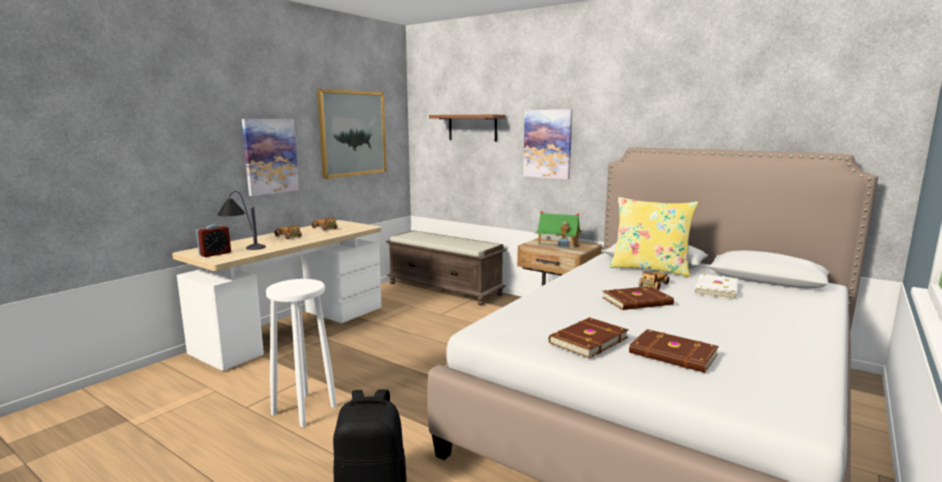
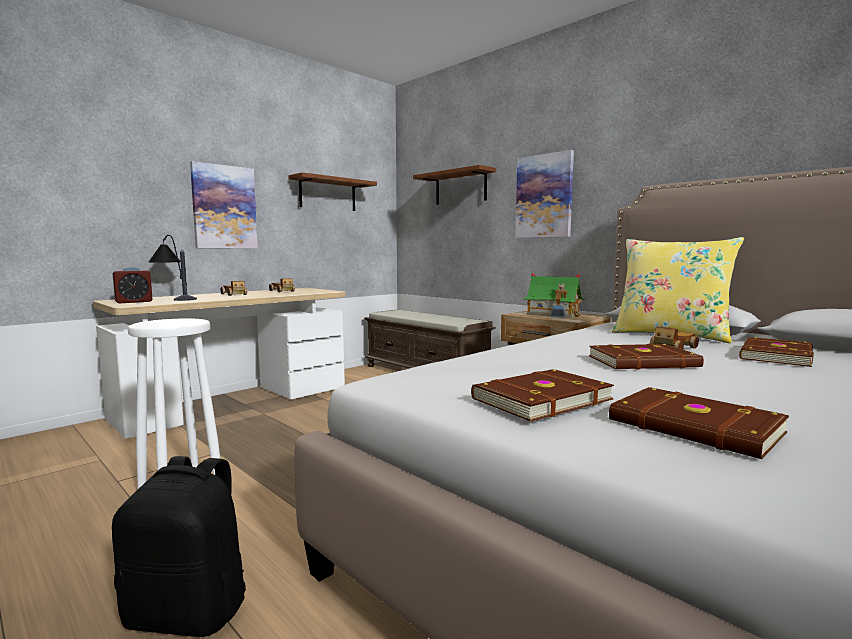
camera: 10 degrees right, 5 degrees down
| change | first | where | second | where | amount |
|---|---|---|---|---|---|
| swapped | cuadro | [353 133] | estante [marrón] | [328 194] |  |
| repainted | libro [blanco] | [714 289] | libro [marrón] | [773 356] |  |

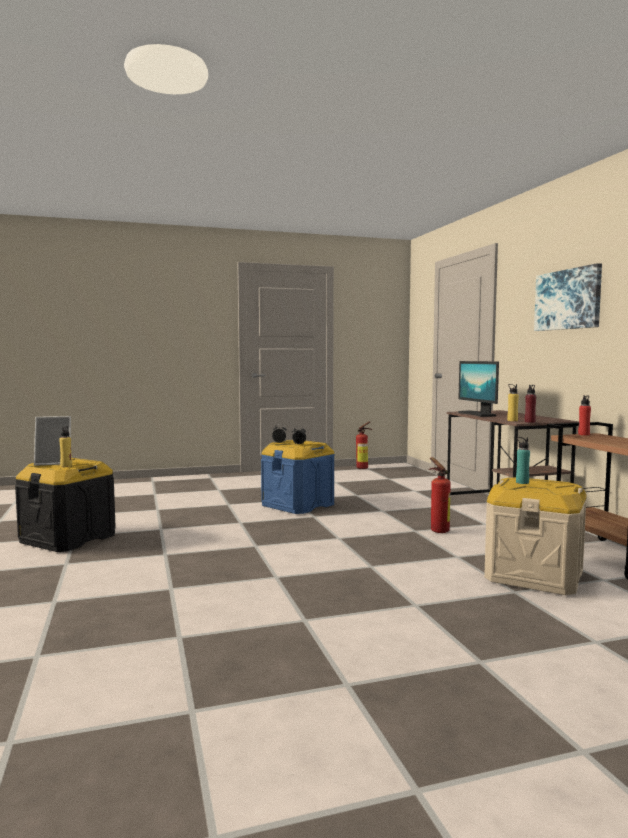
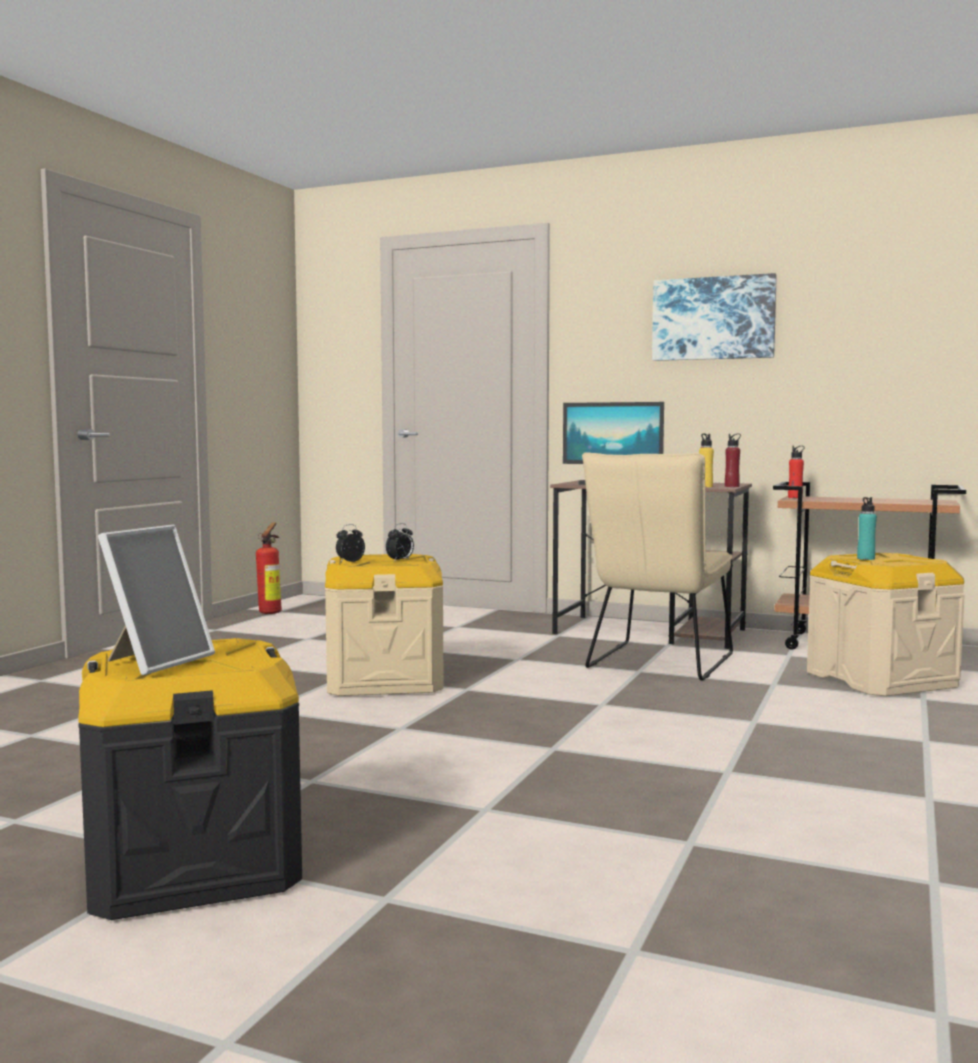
camera: 50 degrees left, 0 degrees up
| change | first | where | second | where | amount |
|---|---|---|---|---|---|
| repainted | caja de almacenaje [azul] | [298 505] | caja de almacenaje [beis] | [384 681] |  |
| swapped | extintor | [438 530] | silla [beis] | [657 664] |  |
| gone | botella [amarillo] | [66 466] |  |  |  |

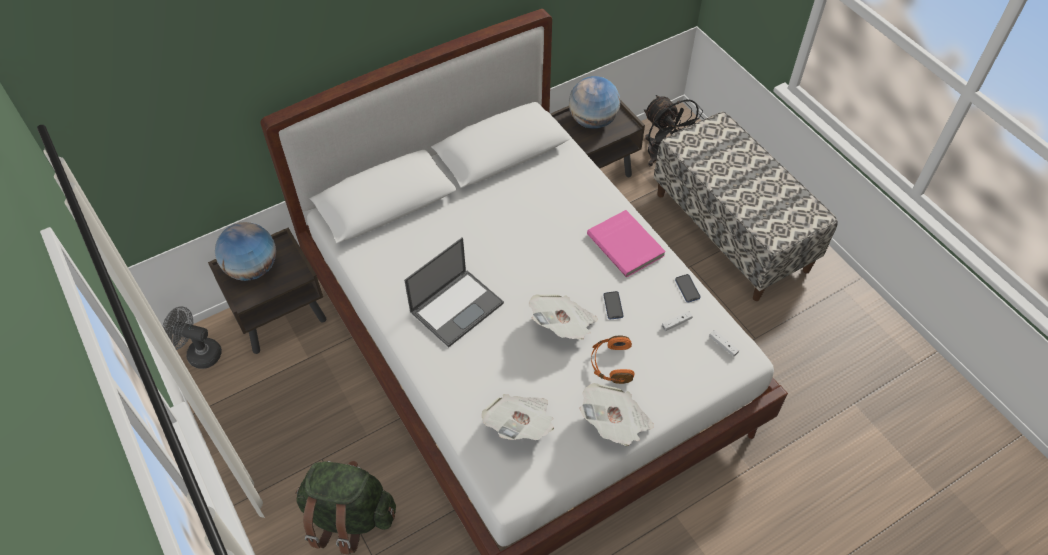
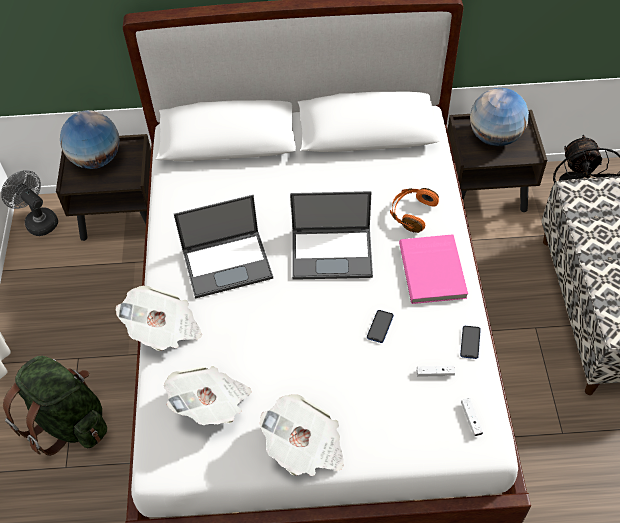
camera: 30 degrees right, 0 degrees up
| change | first | where | second | where | amount |
|---|---|---|---|---|---|
| shifted | periódico | [563 325] |  | [164 329] |  |
| new |  |  | portátil | [333 253] |  |
| shifted | auriculares [naranja] | [611 364] |  | [412 213] |  |

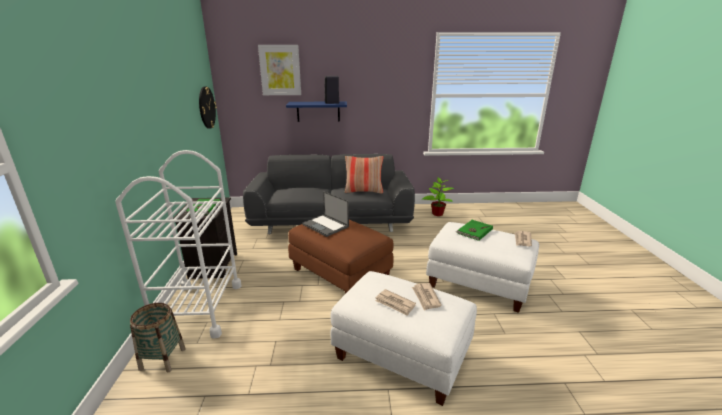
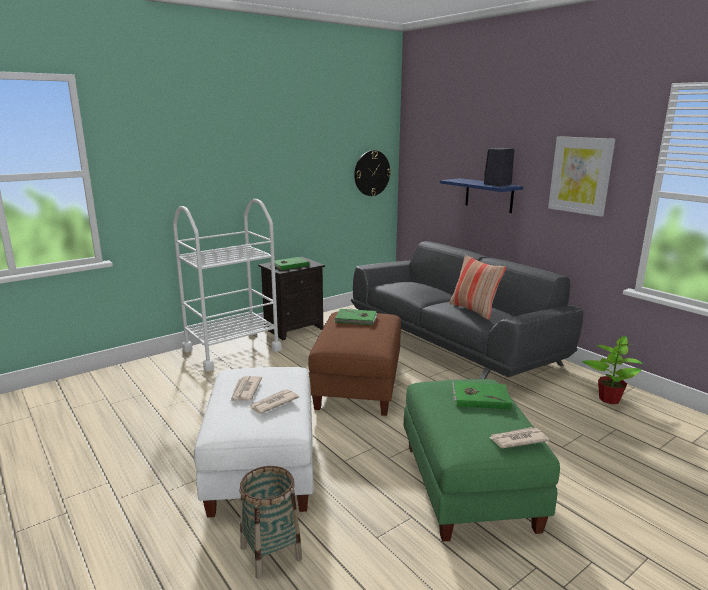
camera: 55 degrees right, 5 degrees down
| change | first | where | second | where | amount |
|---|---|---|---|---|---|
| shifted | cesta | [163 359] |  | [271 553] |  |
| swapped | portátil | [326 225] | libro [verde] | [356 319] |  |
| repainted | puf [blanco] | [479 283] | puf [verde] | [470 486] |  |
| shifted | cuadro | [280 70] |  | [580 175] |  |

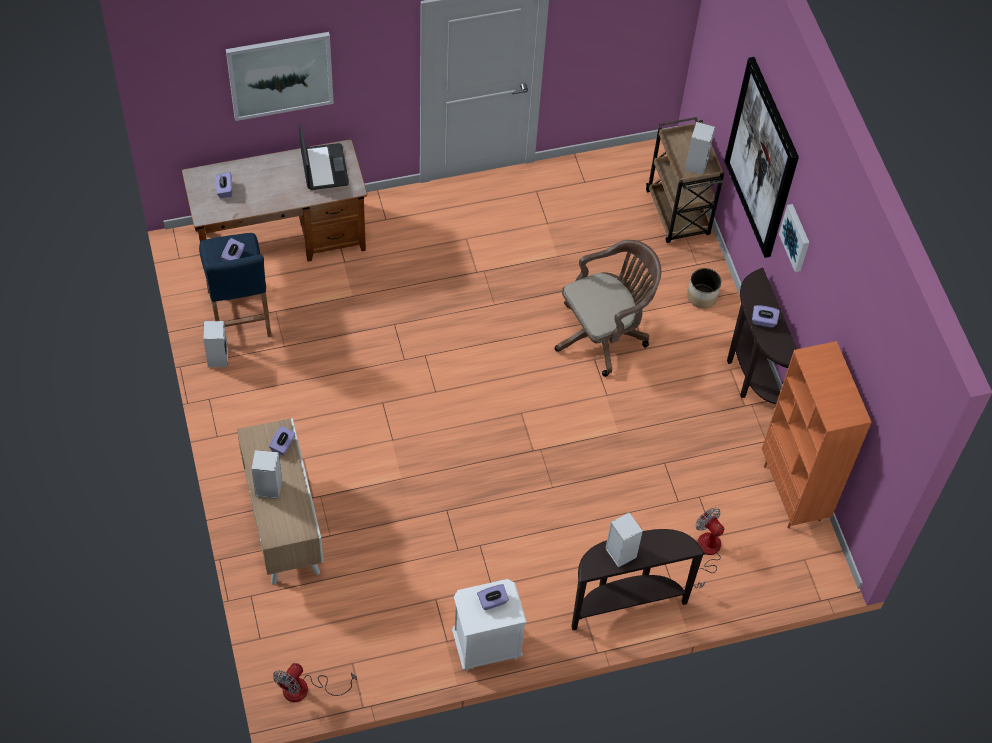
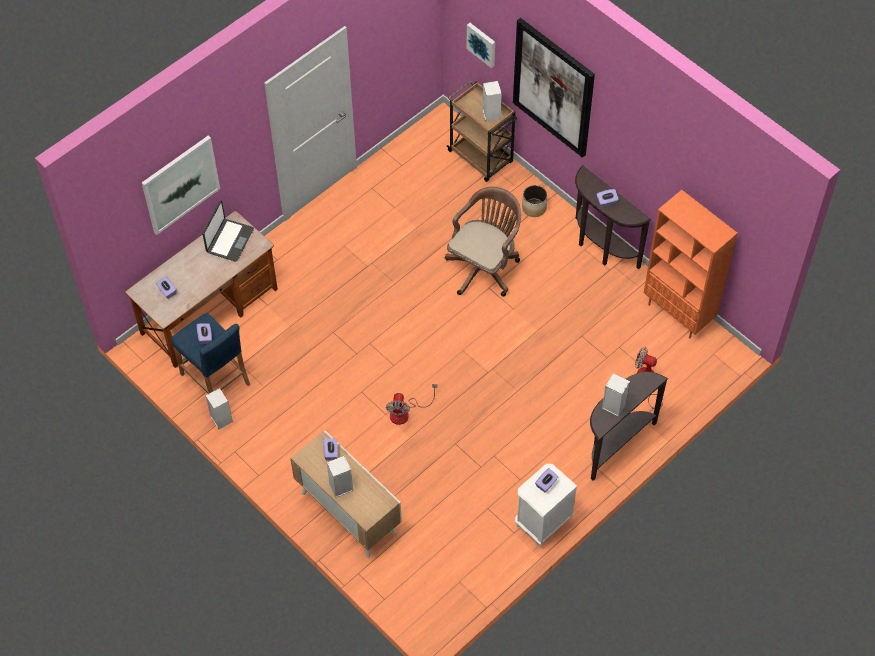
camera: 25 degrees left, 0 degrees up
| change | first | where | second | where | amount |
|---|---|---|---|---|---|
| rotated | portátil | [323 168] |  | [229 240] | 60 degrees clockwise |
| shifted | ventilador | [305 689] |  | [405 412] |  |
| shifted | cuadro | [796 237] |  | [482 44] |  |

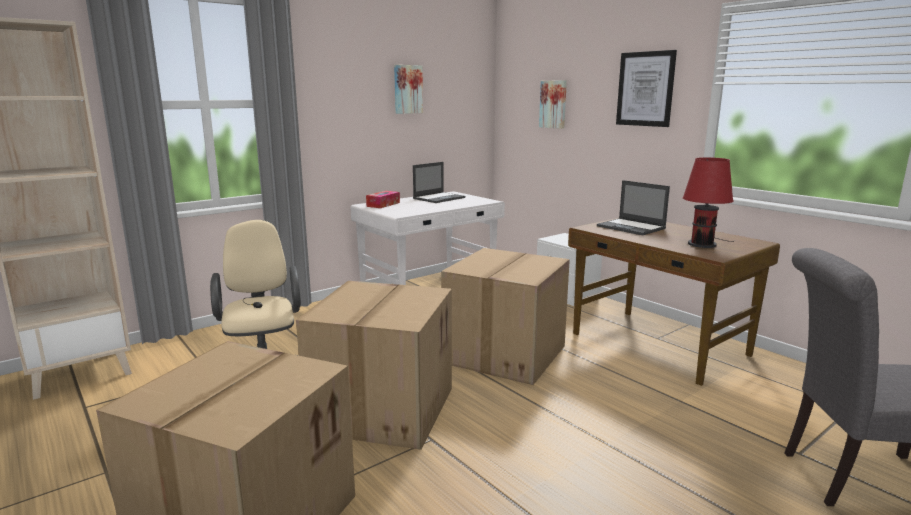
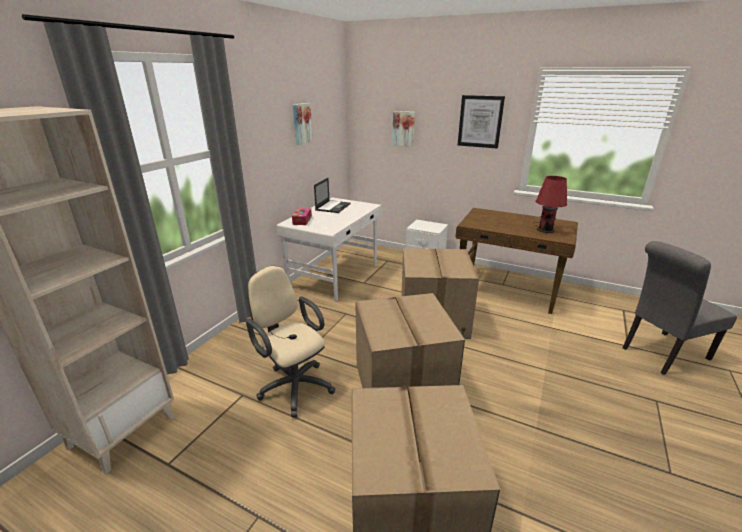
camera: 25 degrees left, 10 degrees up
| change | first | where | second | where | amount |
|---|---|---|---|---|---|
| gone | portátil | [631 227] |  |  |  |

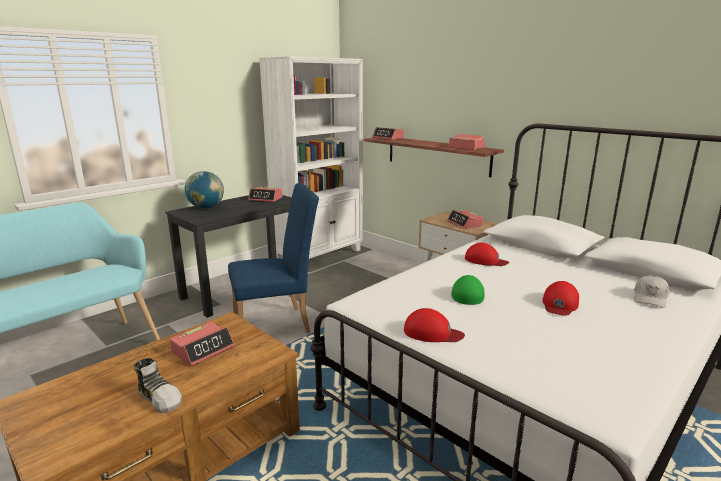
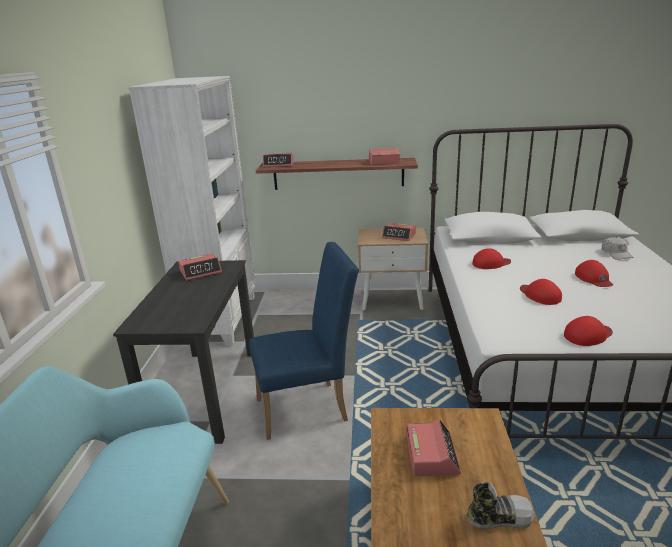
camera: 40 degrees left, 5 degrees up
| change | first | where | second | where | amount |
|---|---|---|---|---|---|
| rotated | silla [azul] | [277 324] |  | [309 408] | 45 degrees clockwise |
| repainted | gorra [verde] | [467 294] | gorra [rojo] | [540 295] |  |
| gone | globo terráqueo | [206 207] |  |  |  |

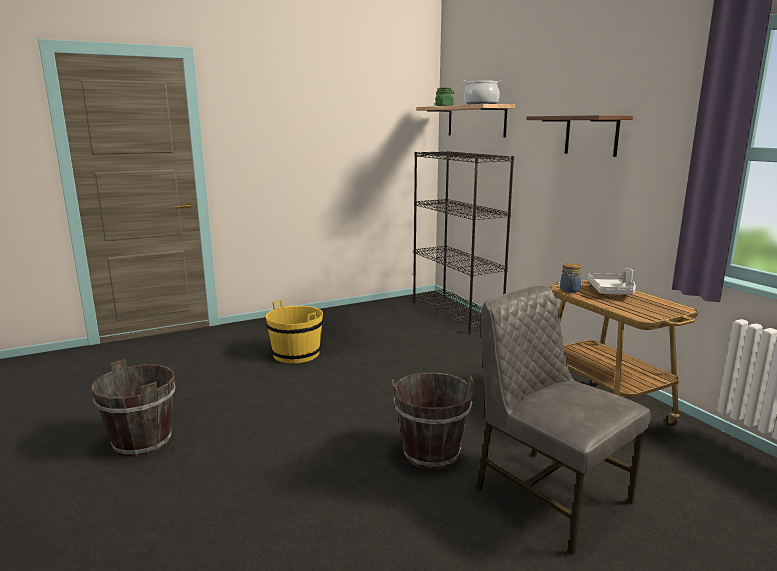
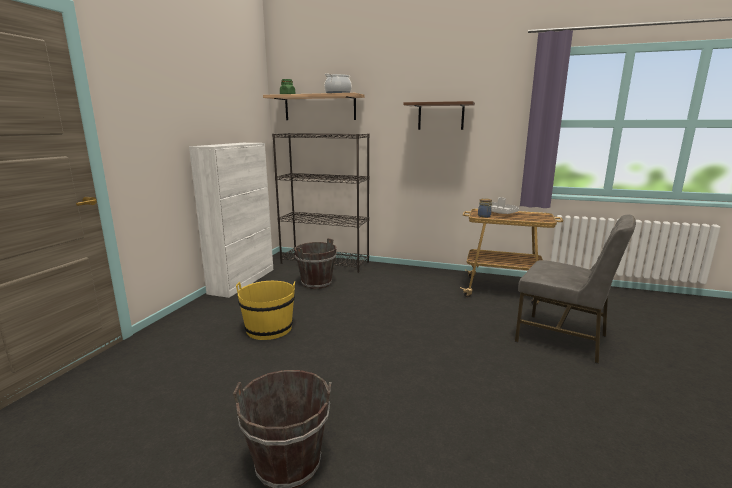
camera: 45 degrees left, 0 degrees up
| change | first | where | second | where | amount |
|---|---|---|---|---|---|
| new |  |  | armario [blanco] | [243 281] |  |
| shifted | cubo [marrón] | [431 453] |  | [317 283] |  |
| rotated | silla [gris] | [549 495] |  | [563 338] | 150 degrees counterclockwise |

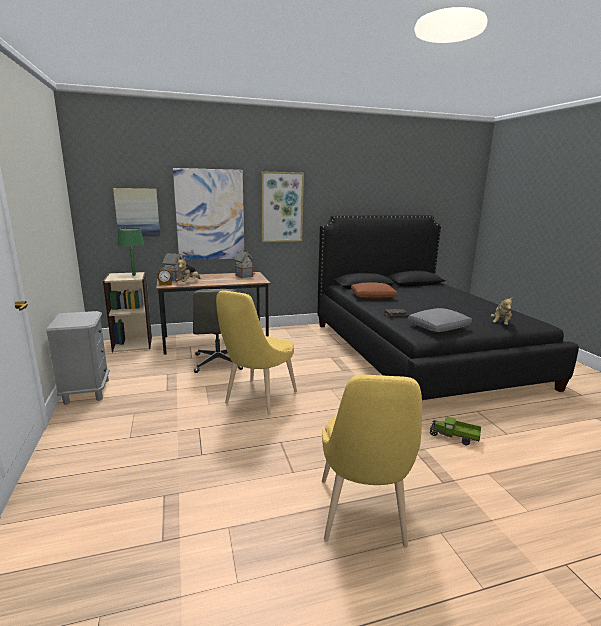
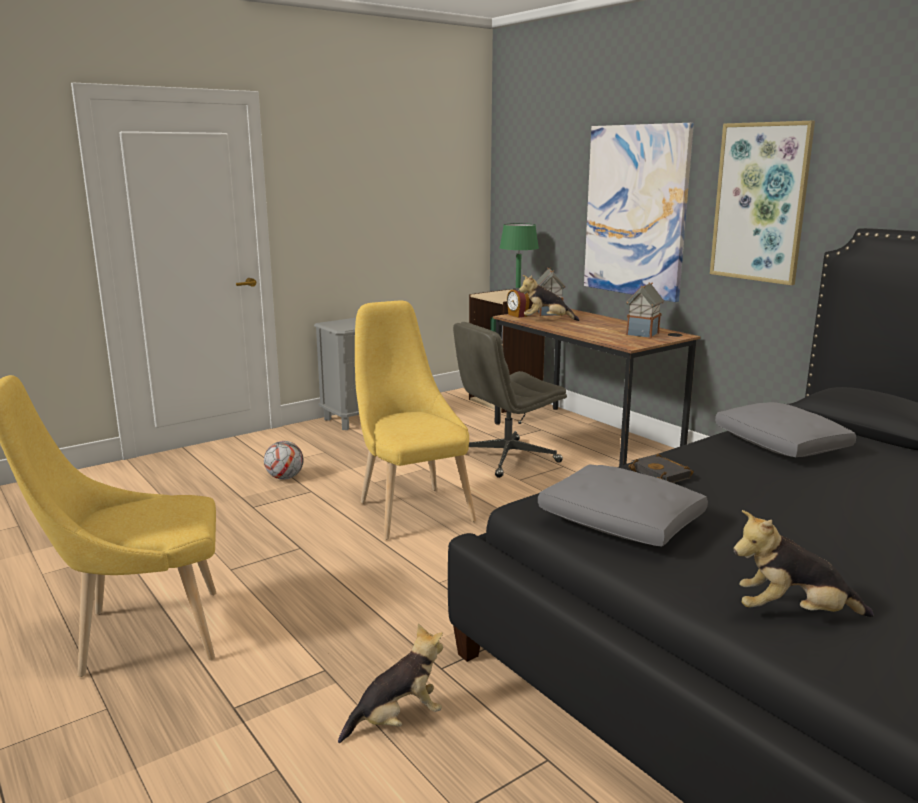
camera: 70 degrees right, 0 degrees up
| change | first | where | second | where | amount |
|---|---|---|---|---|---|
| new |  |  | balón de fútbol | [285 478] |  |
| swapped | camión de juguete | [454 437] | peluche | [397 720] |  |
| rotated | silla [amarillo] | [258 399] |  | [411 509] | 60 degrees clockwise |
| repainted | cojín [marrón] | [373 297] | cojín [gris] | [781 446] |  |
| gone | cuadro | [137 212] |  |  |  |

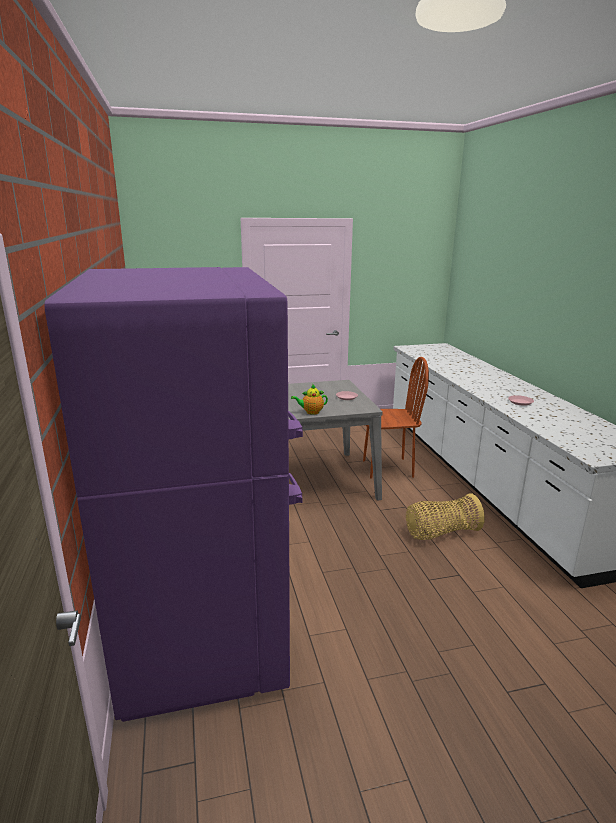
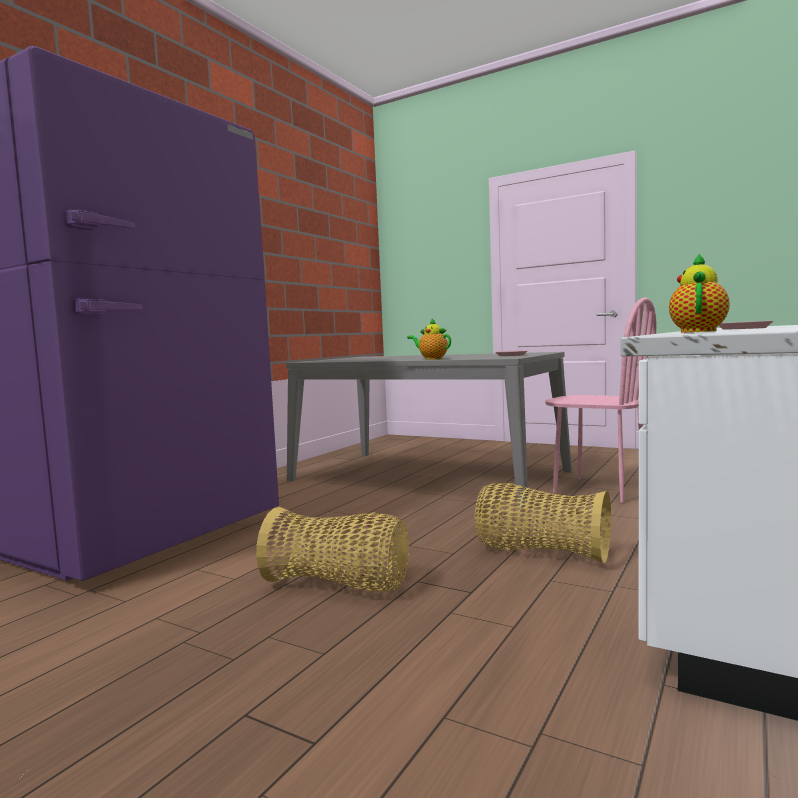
camera: 45 degrees right, 15 degrees down
| change | first | where | second | where | amount |
|---|---|---|---|---|---|
| new |  |  | cesta | [339 585] |  |
| repainted | silla [marrón] | [387 468] | silla [rosa] | [599 489] |  |
| new |  |  | tetera | [698 331] |  |

